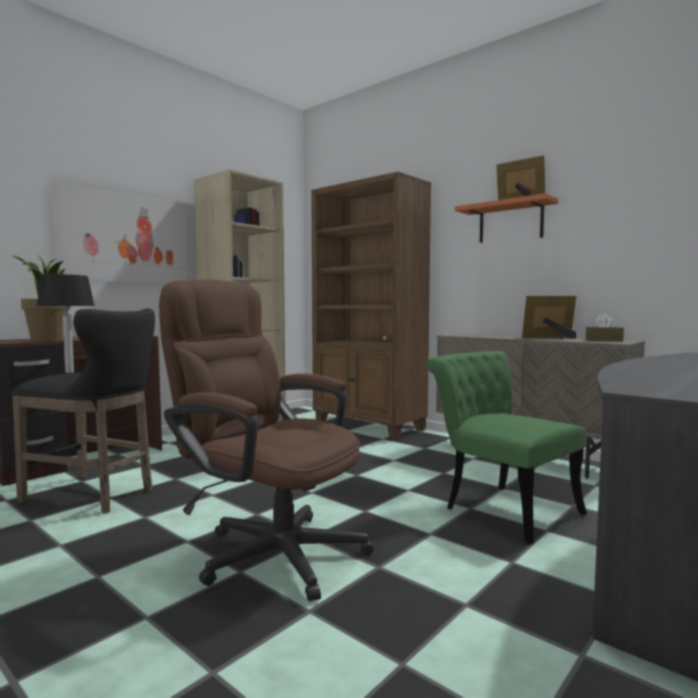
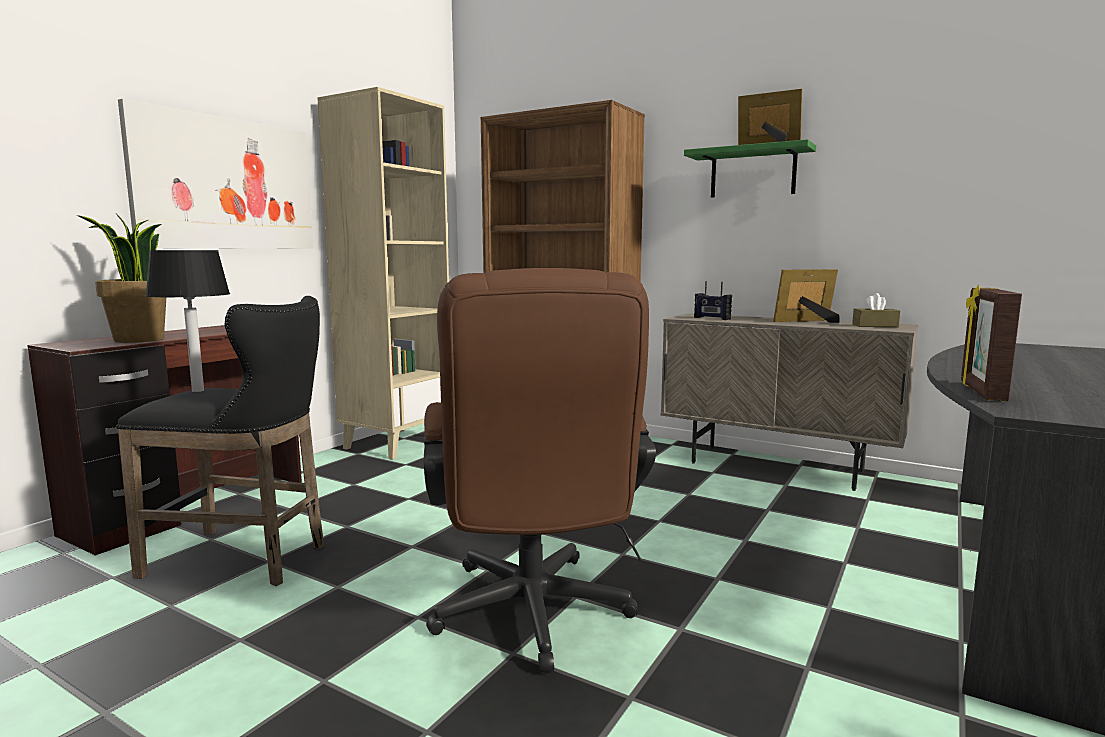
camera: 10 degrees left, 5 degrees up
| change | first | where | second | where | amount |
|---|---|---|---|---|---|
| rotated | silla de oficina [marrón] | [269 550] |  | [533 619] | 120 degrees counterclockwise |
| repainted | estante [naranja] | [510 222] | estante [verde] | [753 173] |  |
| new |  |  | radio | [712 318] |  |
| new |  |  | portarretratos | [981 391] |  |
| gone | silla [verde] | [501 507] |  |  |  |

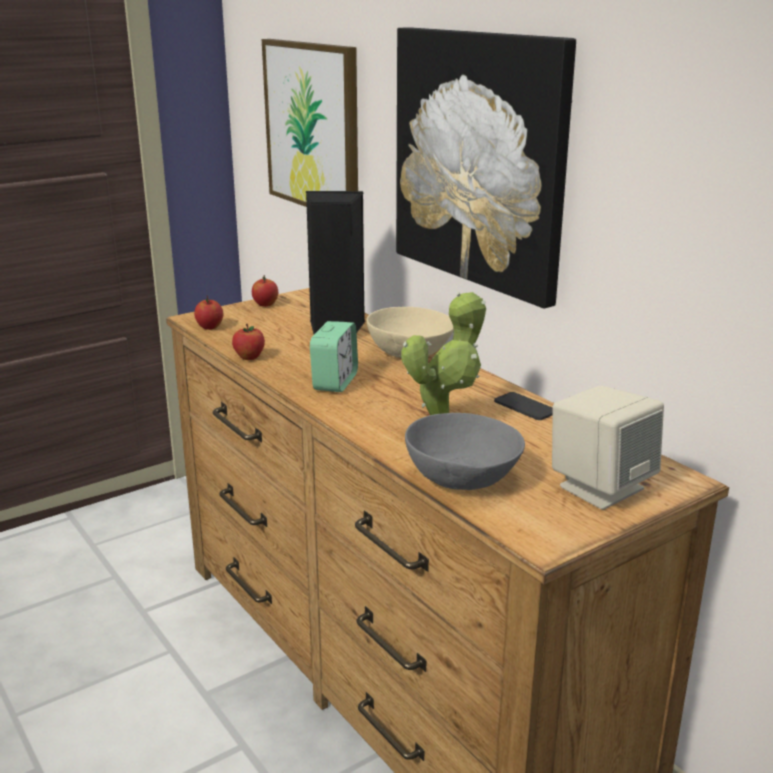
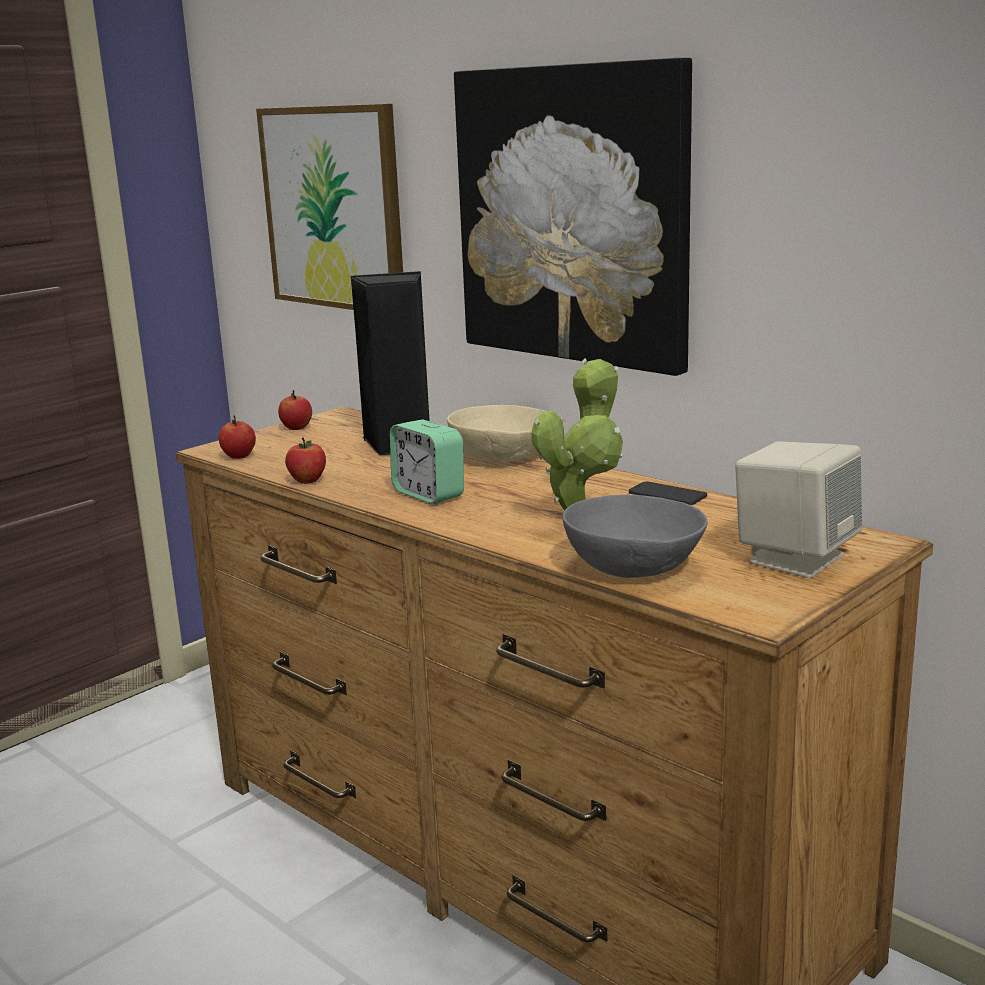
camera: 10 degrees left, 5 degrees down
| change | first | where | second | where | amount |
|---|---|---|---|---|---|
| rotated | despertador | [335 382] |  | [428 494] | 135 degrees clockwise |

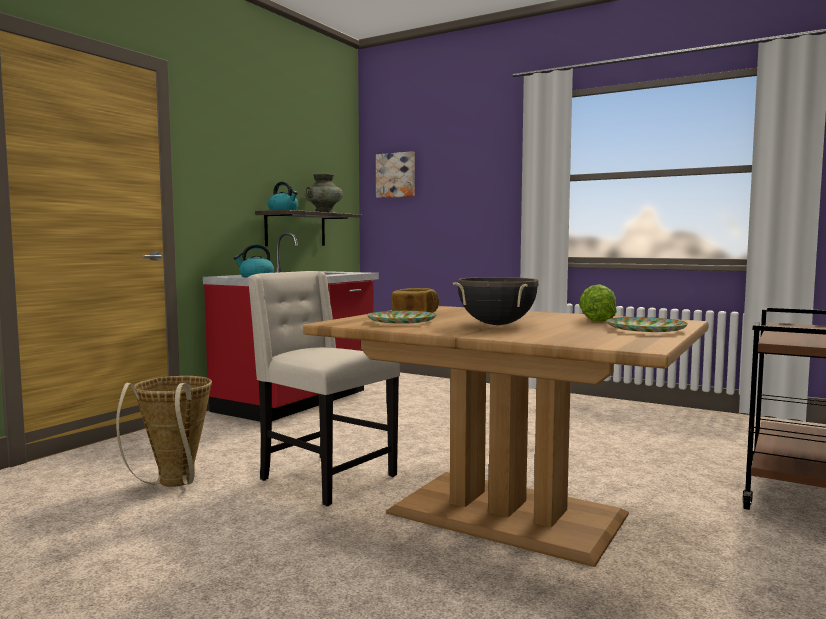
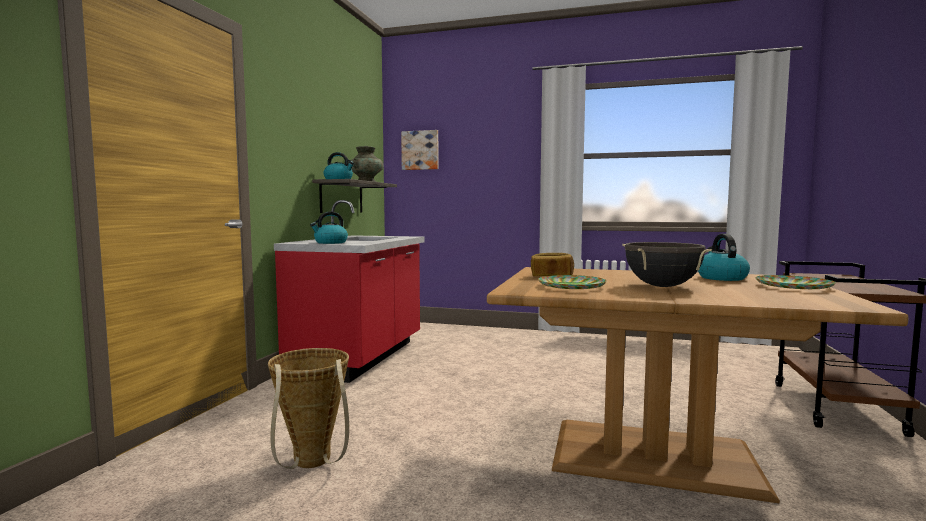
camera: 15 degrees left, 0 degrees up
| change | first | where | second | where | amount |
|---|---|---|---|---|---|
| swapped | lechuga | [597 320] | hervidor | [721 278] |  |
| gone | silla [beis] | [324 478] |  |  |  |

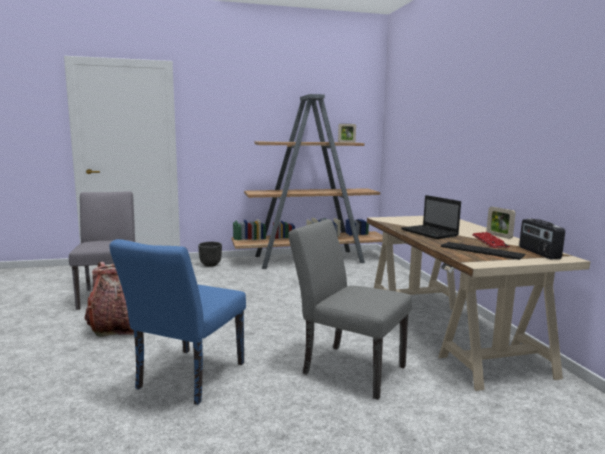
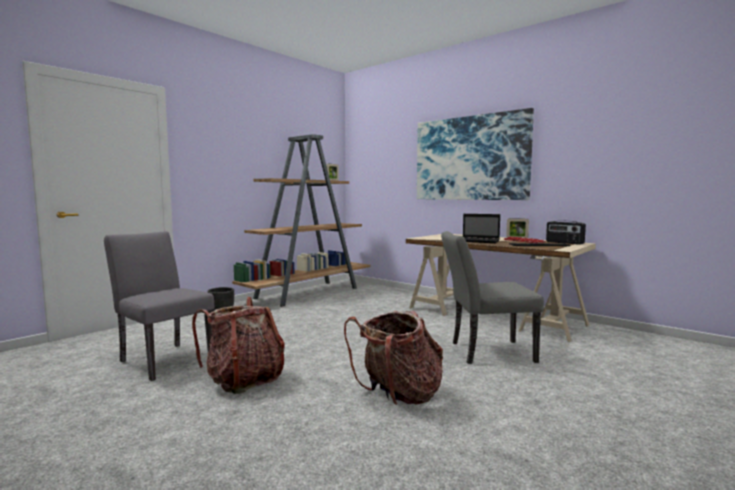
camera: 35 degrees left, 5 degrees down
| change | first | where | second | where | amount |
|---|---|---|---|---|---|
| swapped | silla [azul] | [186 379] | mochila | [398 395] |  |
| new |  |  | cuadro | [470 158] |  |

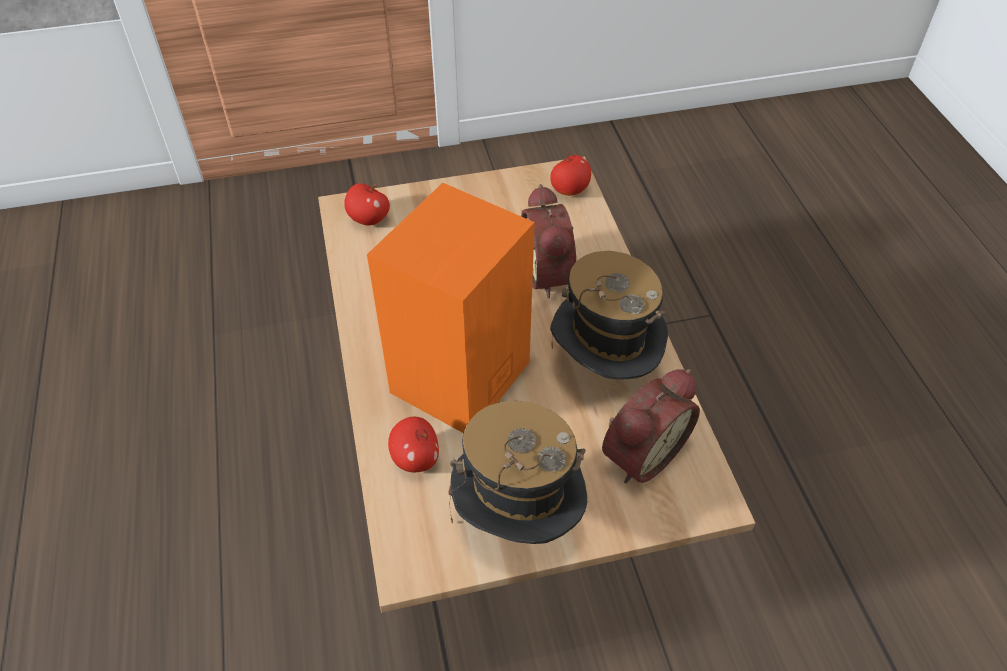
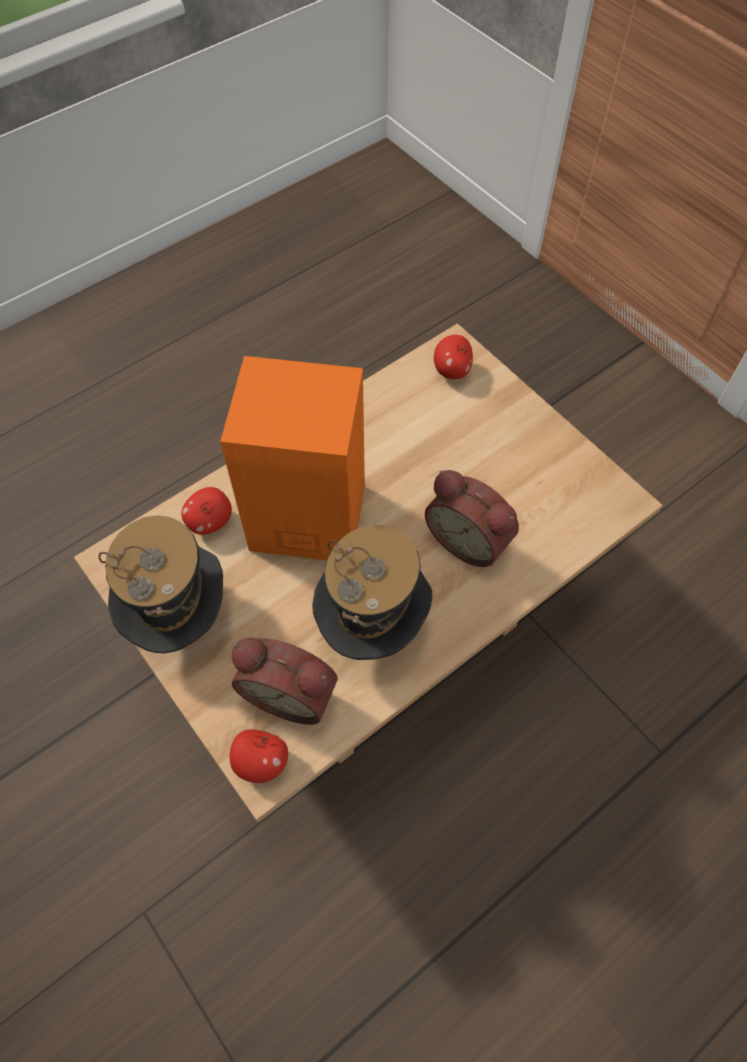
camera: 65 degrees right, 10 degrees up
| change | first | where | second | where | amount |
|---|---|---|---|---|---|
| shifted | manzana | [570 190] |  | [261 762] |  |
| rotated | despertador | [551 274] |  | [470 539] | 105 degrees counterclockwise |

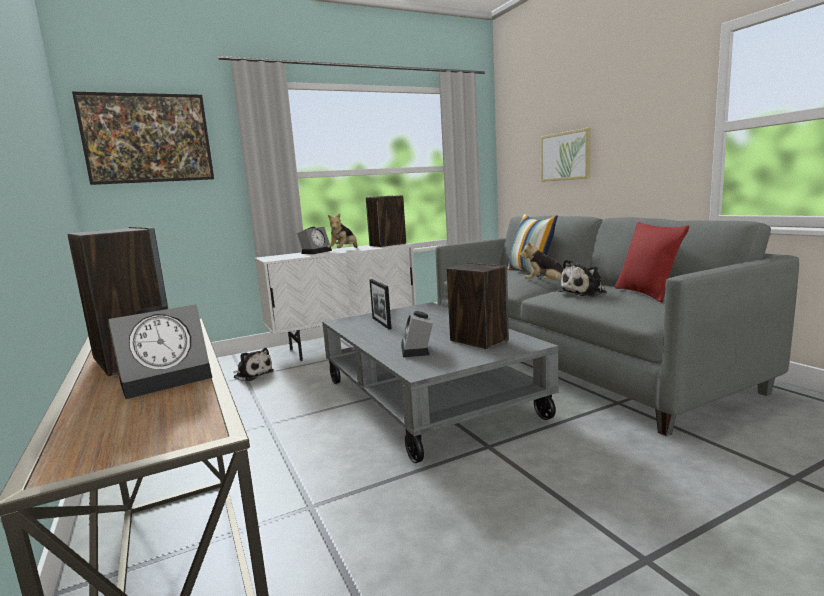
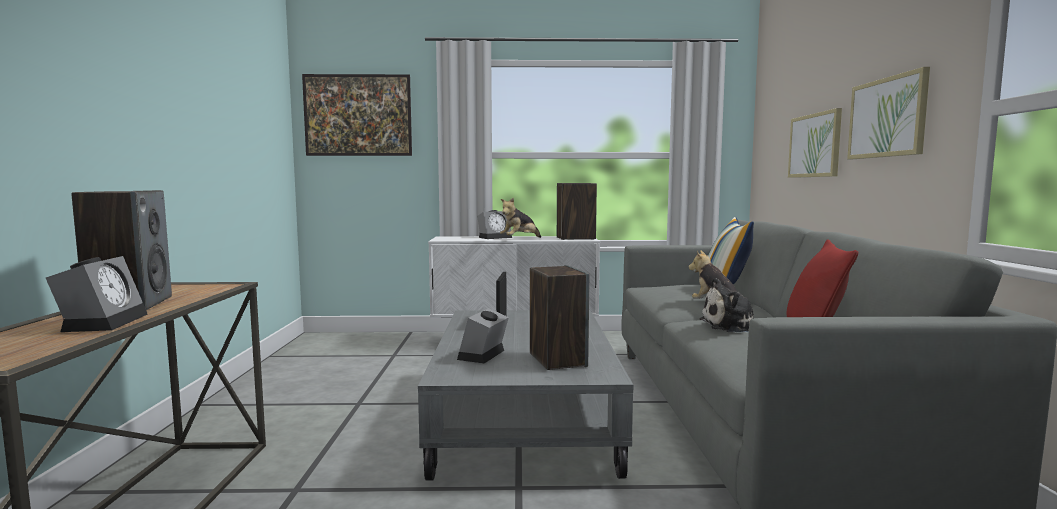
camera: 25 degrees right, 5 degrees down
| change | first | where | second | where | amount |
|---|---|---|---|---|---|
| rotated | despertador | [168 378] |  | [103 322] | 90 degrees counterclockwise |
| new |  |  | cuadro | [887 117] |  |
| gone | peluche | [252 374] |  |  |  |

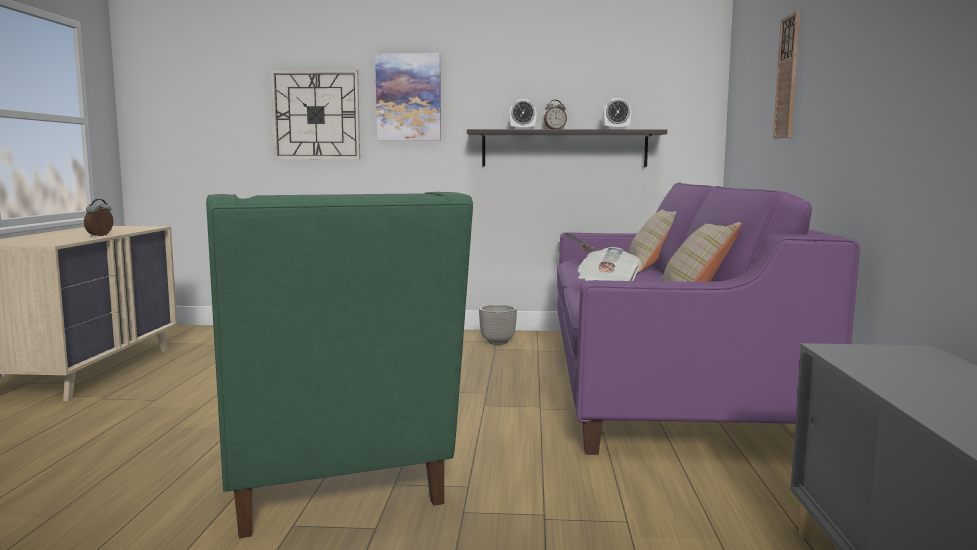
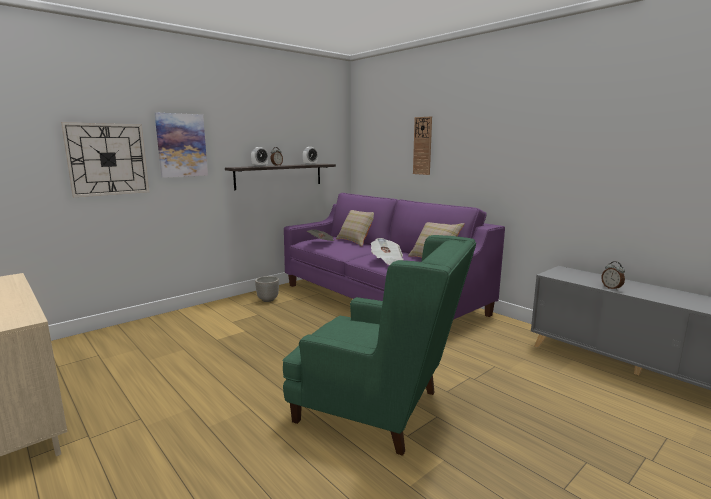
camera: 45 degrees left, 5 degrees up
| change | first | where | second | where | amount |
|---|---|---|---|---|---|
| shifted | despertador | [100 236] |  | [611 288] |  |

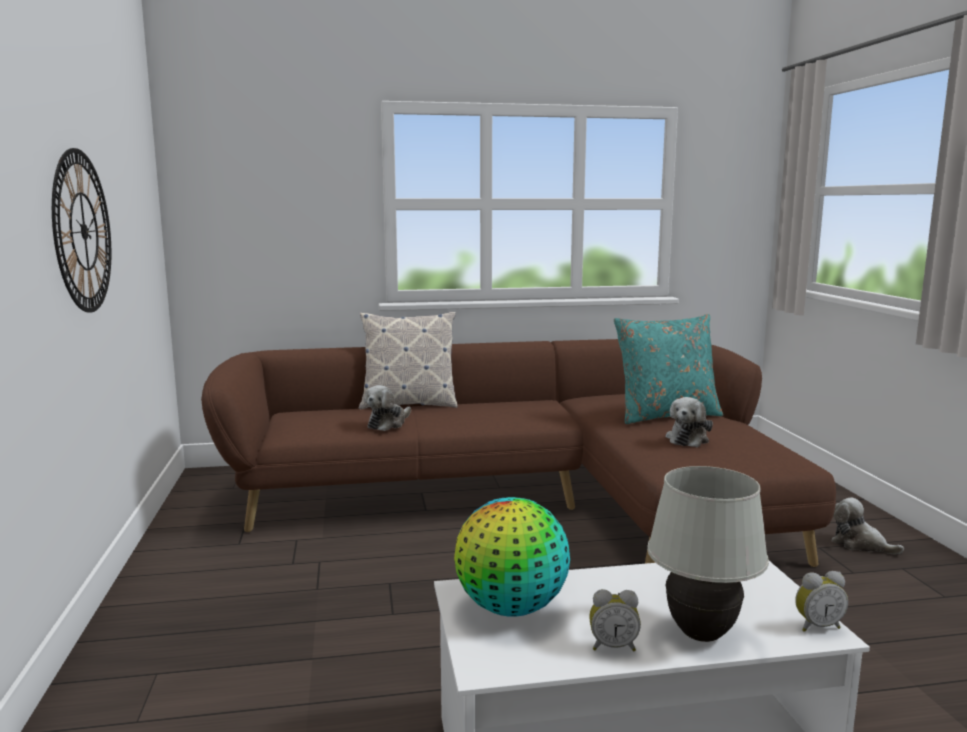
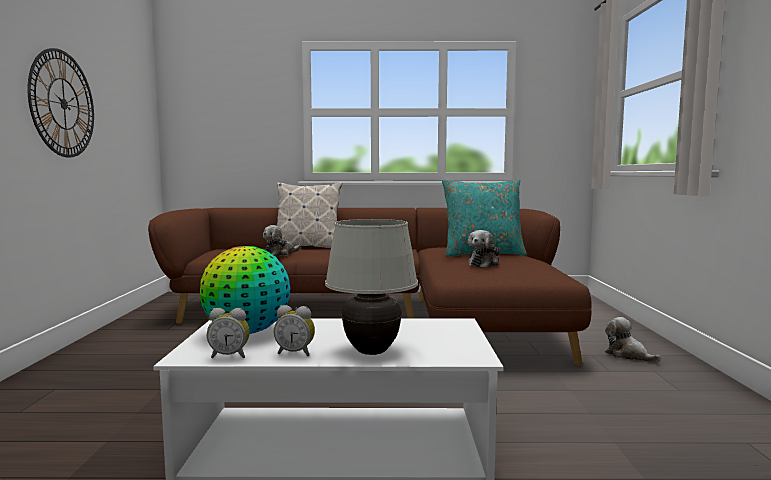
camera: 10 degrees right, 5 degrees down
| change | first | where | second | where | amount |
|---|---|---|---|---|---|
| shifted | despertador | [817 626] |  | [230 356] |  |

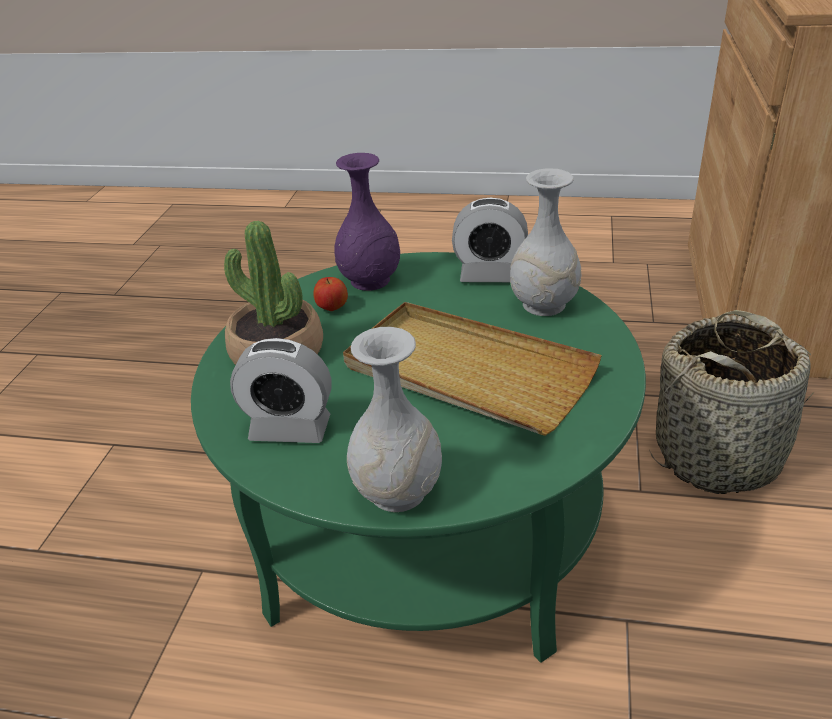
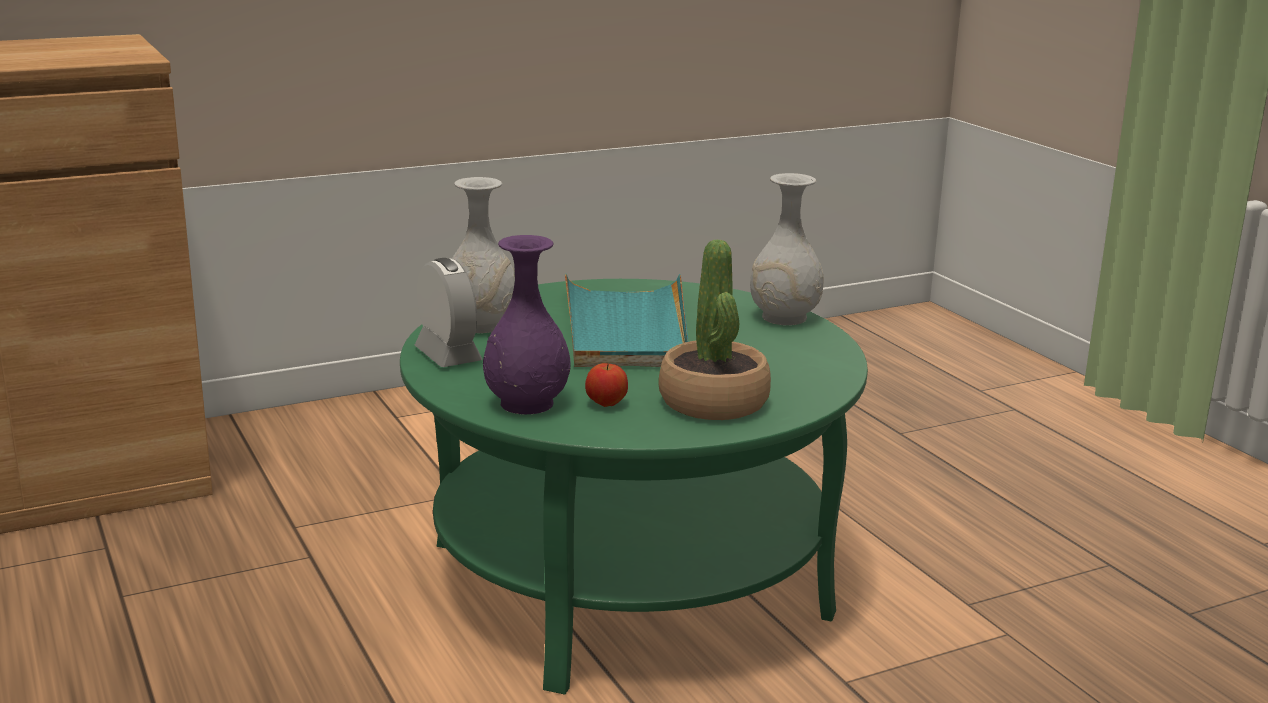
camera: 130 degrees left, 15 degrees down
| change | first | where | second | where | amount |
|---|---|---|---|---|---|
| repainted | bandeja [beis] | [466 372] | bandeja [turquesa] | [626 329] |  |
| gone | despertador | [290 428] |  |  |  |
| gone | cesta | [718 454] |  |  |  |

